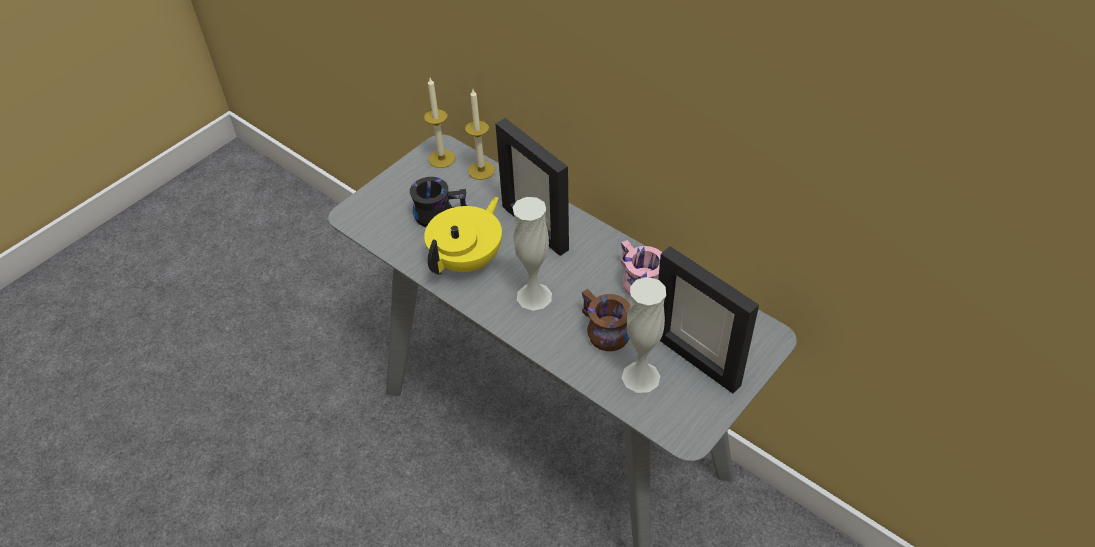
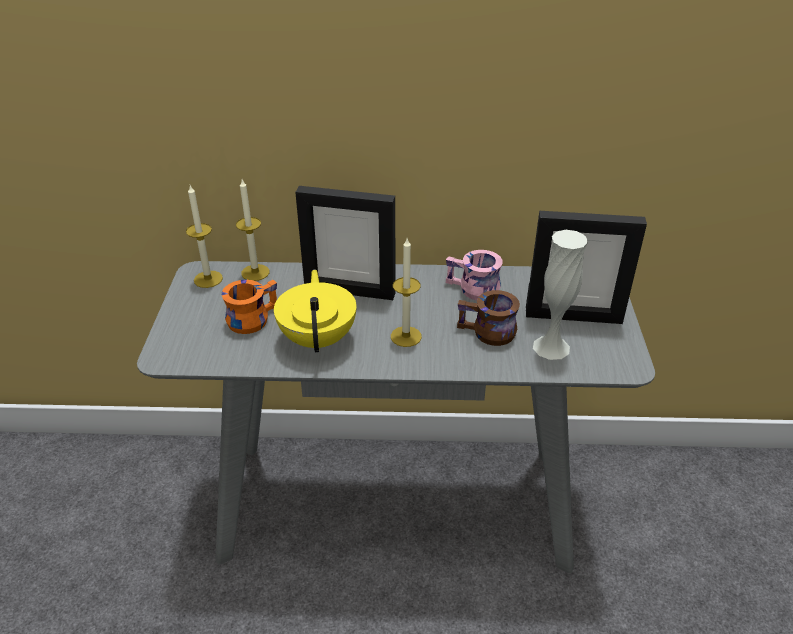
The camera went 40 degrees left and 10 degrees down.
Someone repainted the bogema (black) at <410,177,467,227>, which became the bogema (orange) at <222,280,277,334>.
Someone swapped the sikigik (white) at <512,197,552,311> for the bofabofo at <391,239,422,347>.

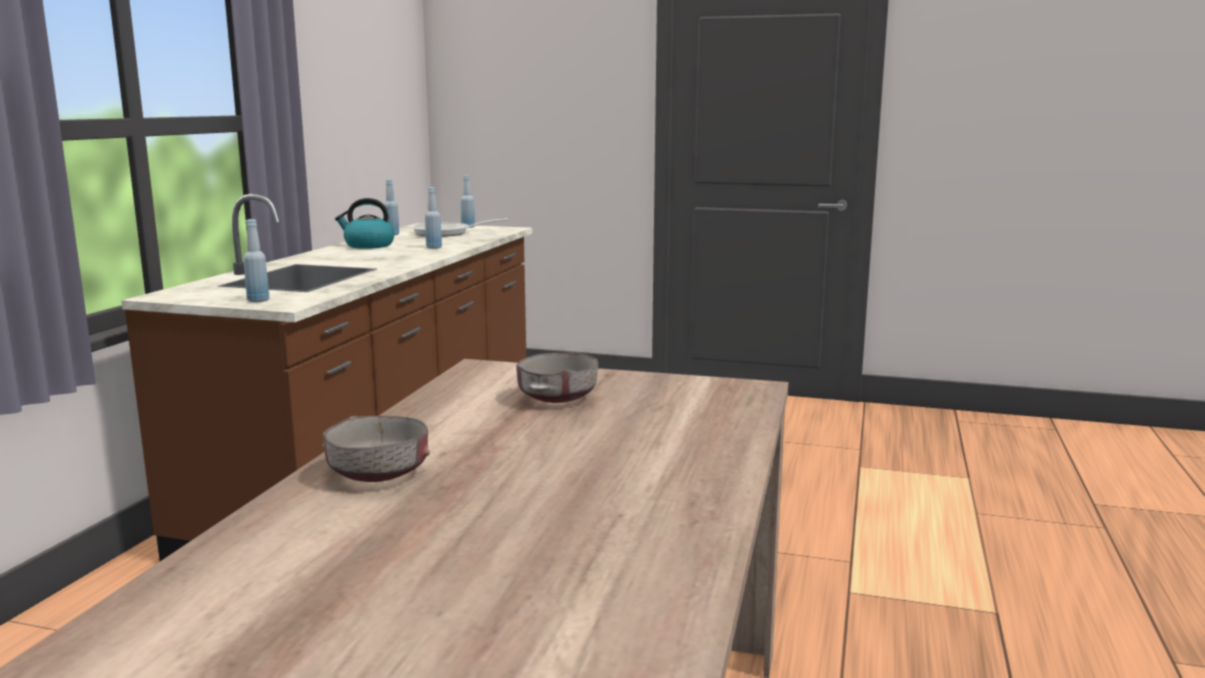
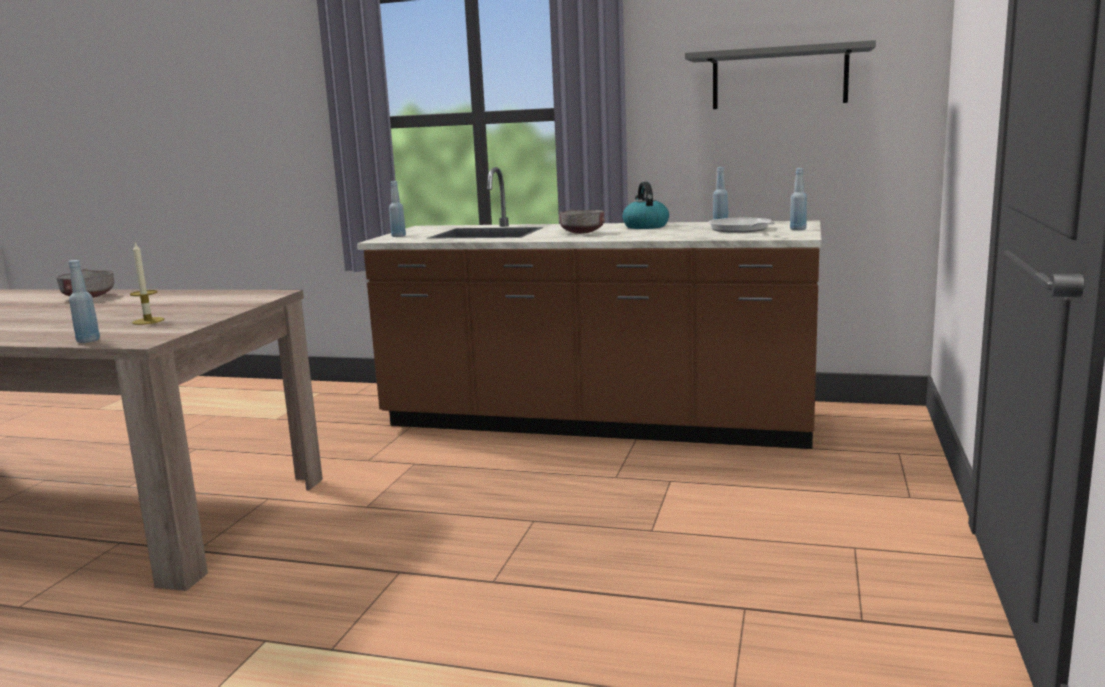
The camera went 90 degrees right and 0 degrees up.
Someone carried the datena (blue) from <425,187,442,249> to <69,260,100,343>.
Someone carried the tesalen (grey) from <516,353,598,403> to <559,210,605,234>.
Someone put down the bofabofo at <130,241,164,325>.
Someone put up the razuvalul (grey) at <685,40,876,109>.

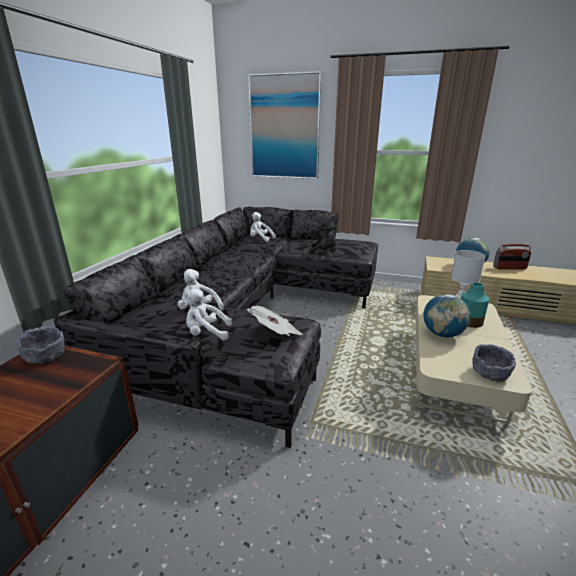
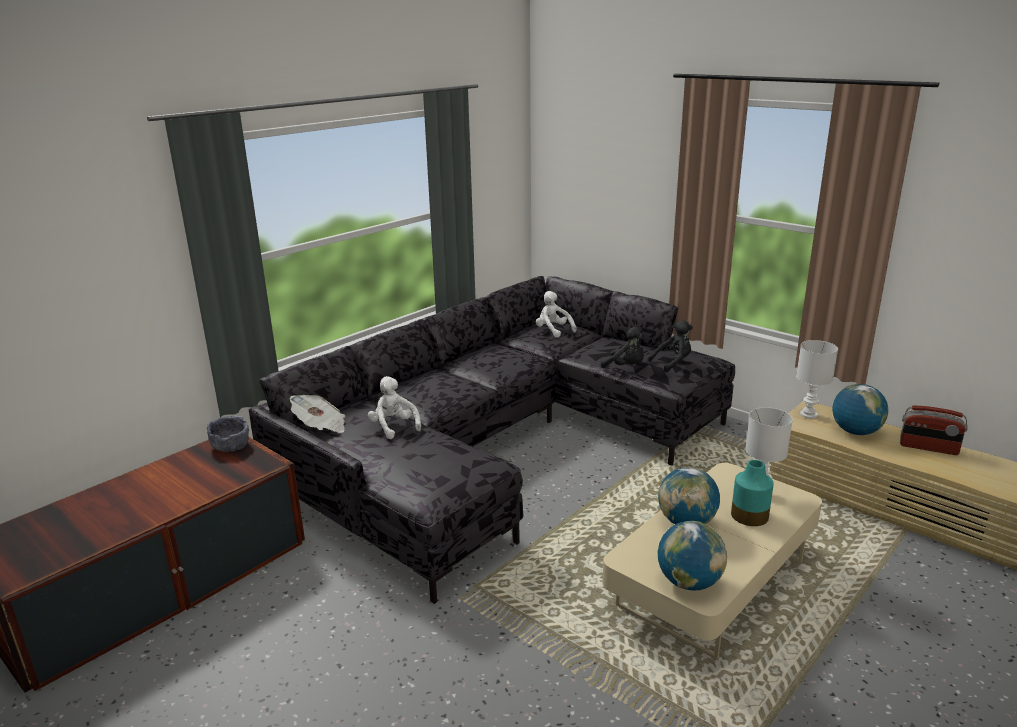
The camera went 25 degrees right and 0 degrees up.
Someone took away the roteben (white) at <185,288,232,340>.
Someone carried the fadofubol from <247,306,302,336> to <289,395,345,433>.
Someone took away the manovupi at <248,71,322,179>.
Someone swapped the tesalen (grey) at <472,344,516,382> for the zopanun at <658,521,727,590>.
Someone put down the roteben (black) at <649,320,693,372>.
Someone put down the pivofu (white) at <796,340,838,419>.

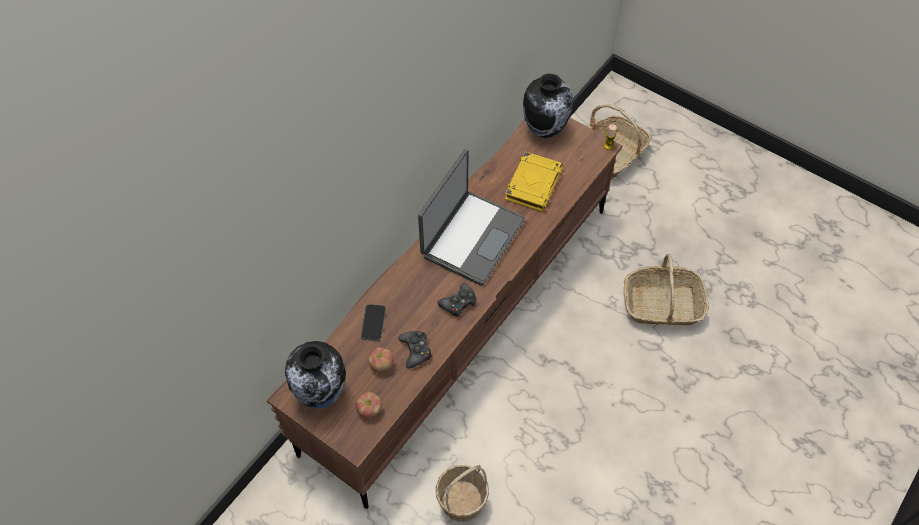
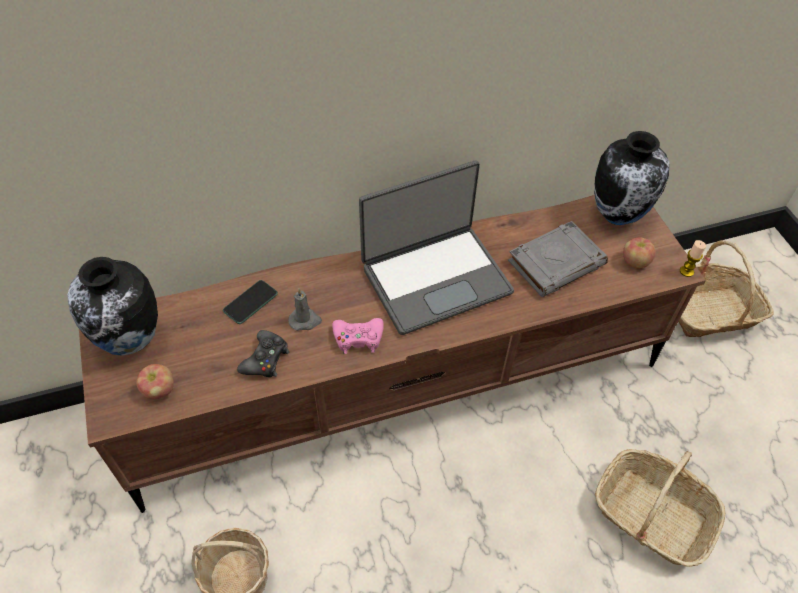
The camera went 35 degrees right and 5 degrees down.
Someone carried the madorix from <368,347,394,372> to <623,237,656,269>.
Someone repainted the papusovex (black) at <437,283,476,318>, which became the papusovex (pink) at <332,318,384,354>.
Someone repainted the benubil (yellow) at <505,151,563,212>, which became the benubil (grey) at <508,221,608,297>.
Someone put down the bofabofo (grey) at <288,288,322,331>.

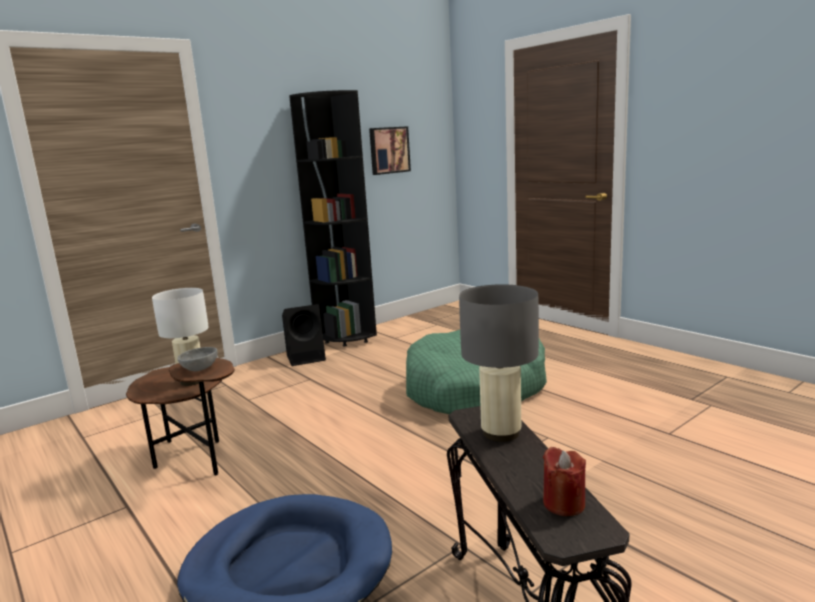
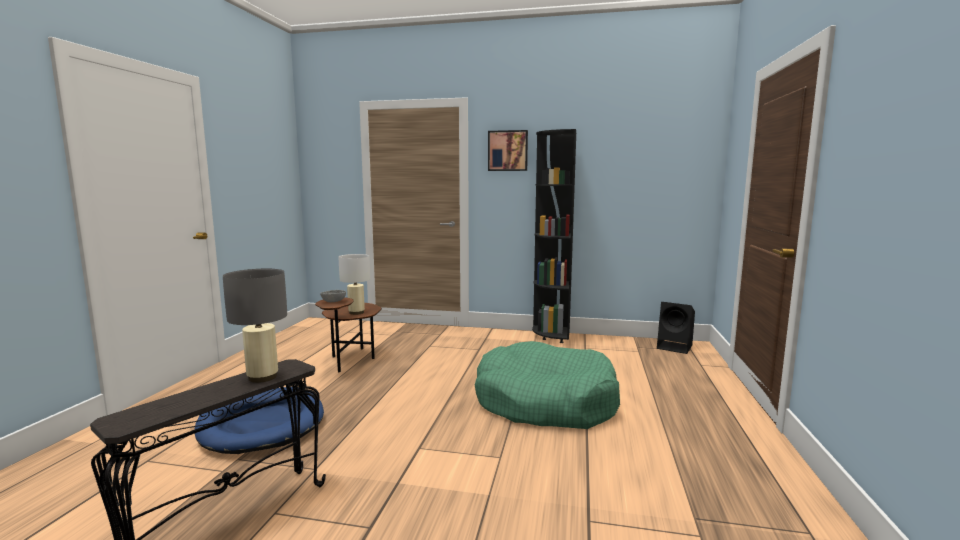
The camera went 50 degrees right and 5 degrees down.
Someone carried the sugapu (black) from <282,304,326,366> to <657,302,695,354>.
Someone carried the manovupi from <369,126,411,175> to <488,130,528,171>.
Someone took away the bofabofo (red) at <543,447,586,516>.

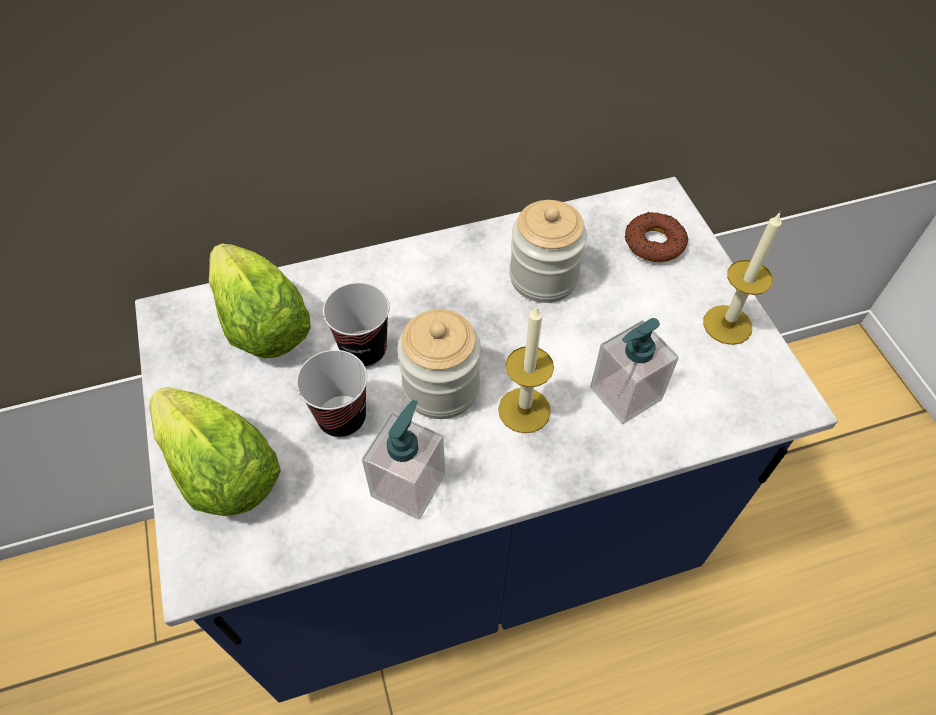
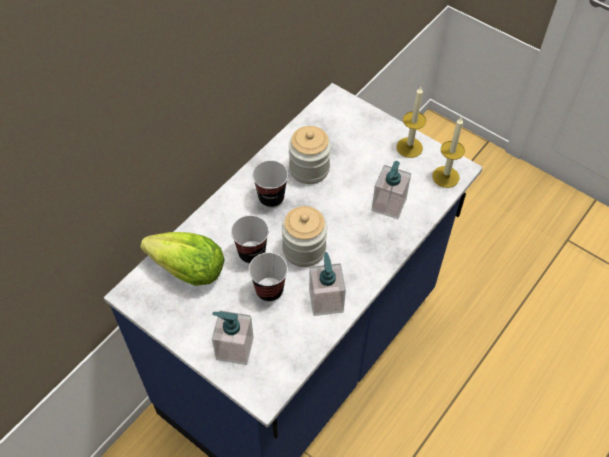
The camera went 35 degrees left and 0 degrees up.
Someone swapped the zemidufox at <149,388,281,516> for the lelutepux at <212,310,254,365>.
Someone carried the bofabofo from <498,305,554,433> to <432,117,465,188>.
Someone took away the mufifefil at <625,212,688,262>.
Someone put down the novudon at <252,160,288,208>.

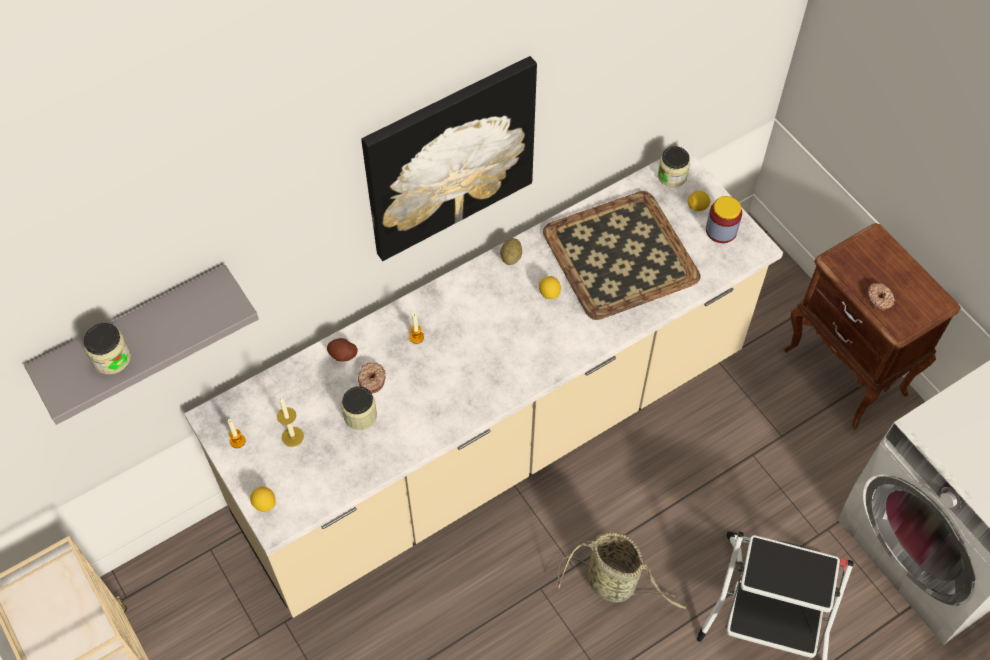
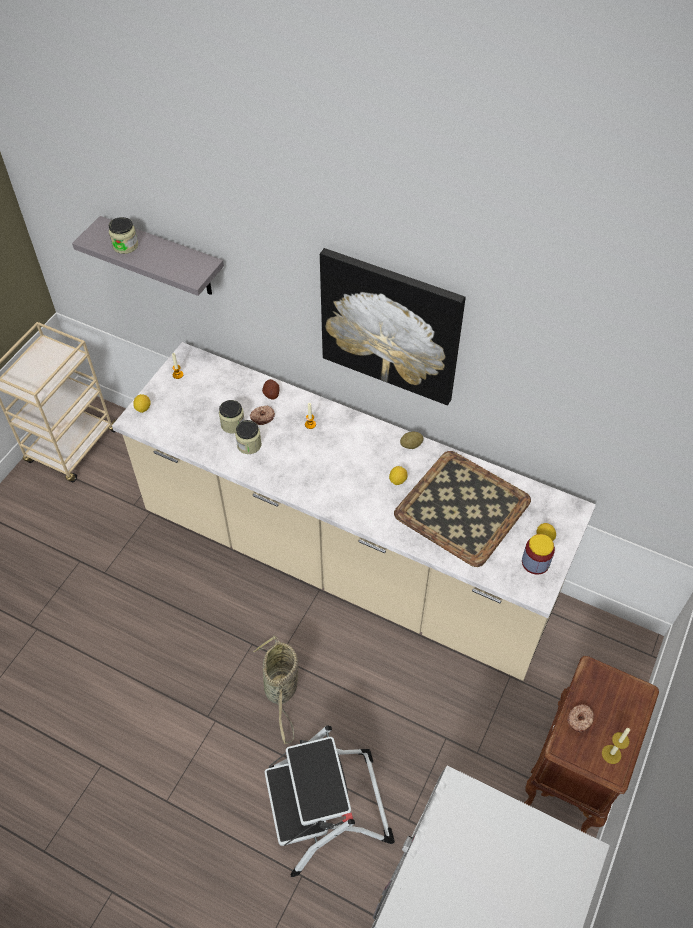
The camera went 60 degrees right and 5 degrees down.
Someone carried the bofabofo from <277,398,304,447> to <602,728,630,764>.
Someone carried the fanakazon from <658,146,690,187> to <235,420,262,454>.

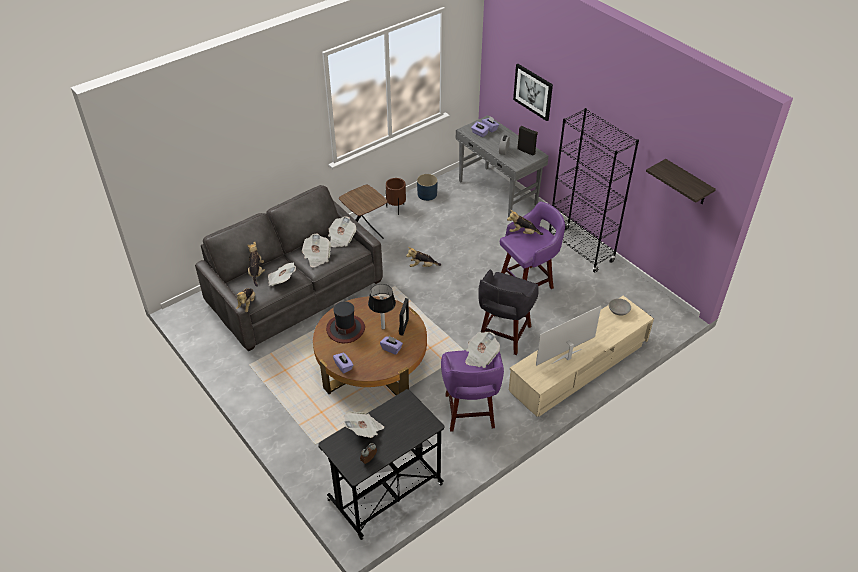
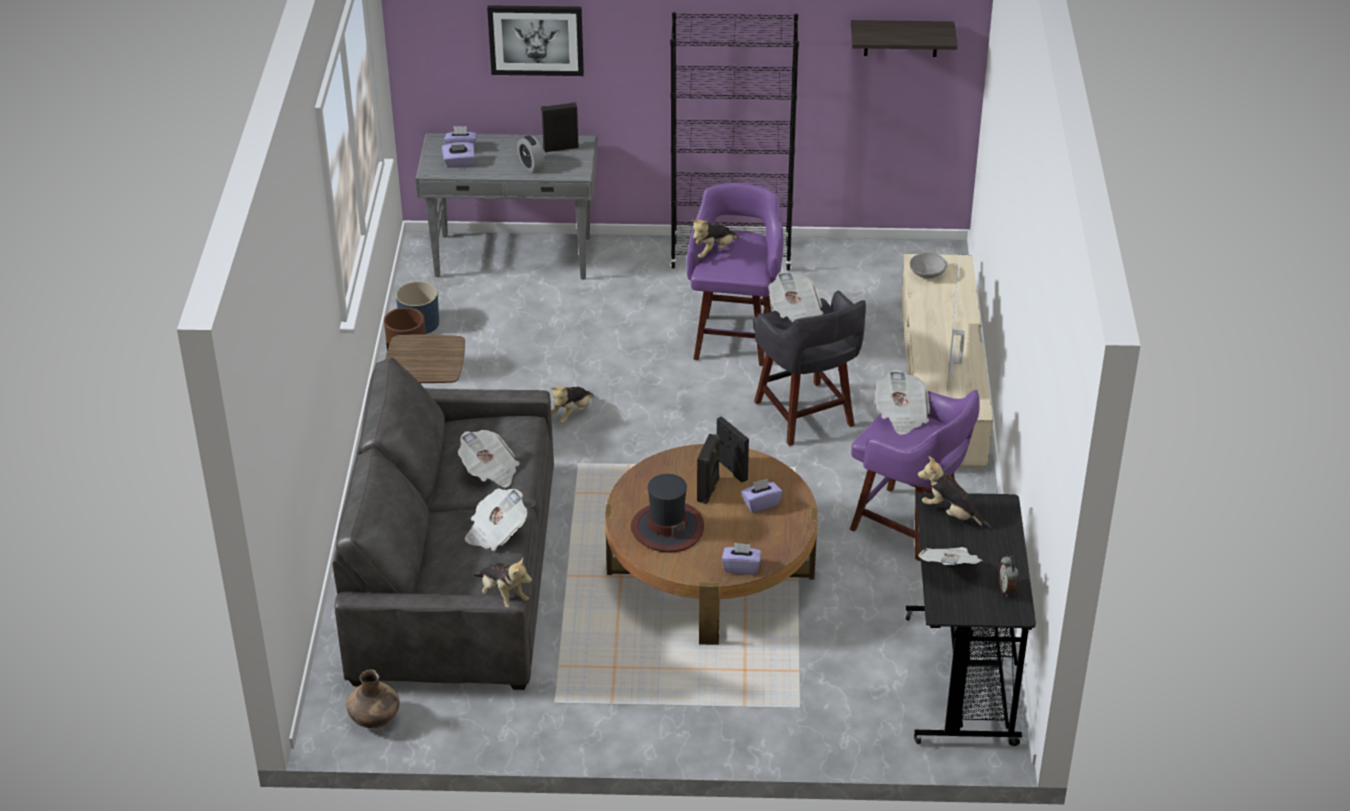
The camera went 50 degrees left and 5 degrees down.
Someone carried the roteben from <247,241,265,287> to <918,456,991,529>.
Someone carried the fadofubol from <328,216,356,247> to <768,271,823,323>.
Someone swapped the pivofu at <368,284,396,329> for the sugapu (black) at <697,434,720,504>.
Someone put down the sikigik (brown) at <346,670,400,728>.

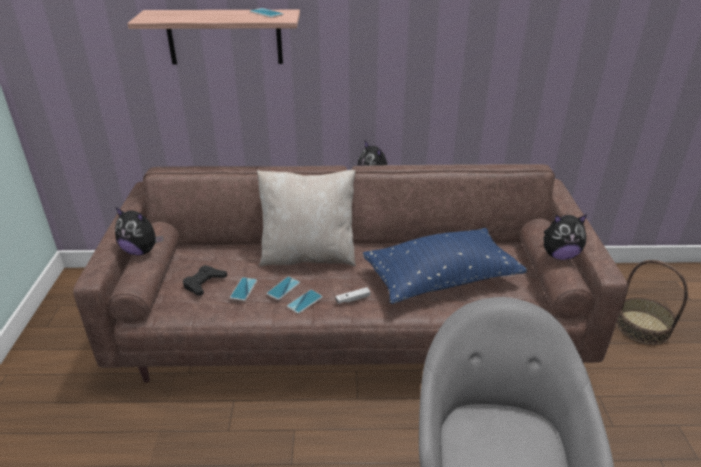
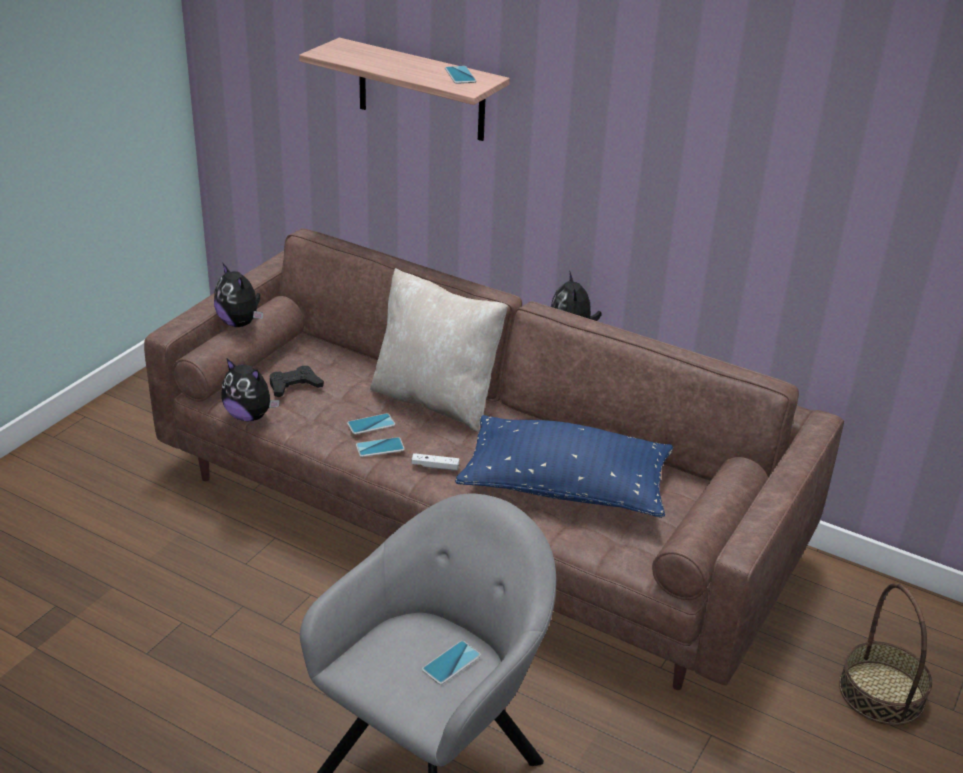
The camera went 30 degrees right and 0 degrees up.
Someone carried the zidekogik from <230,277,257,301> to <422,641,481,685>.
Someone carried the roteben from <544,214,587,260> to <221,359,280,421>.

